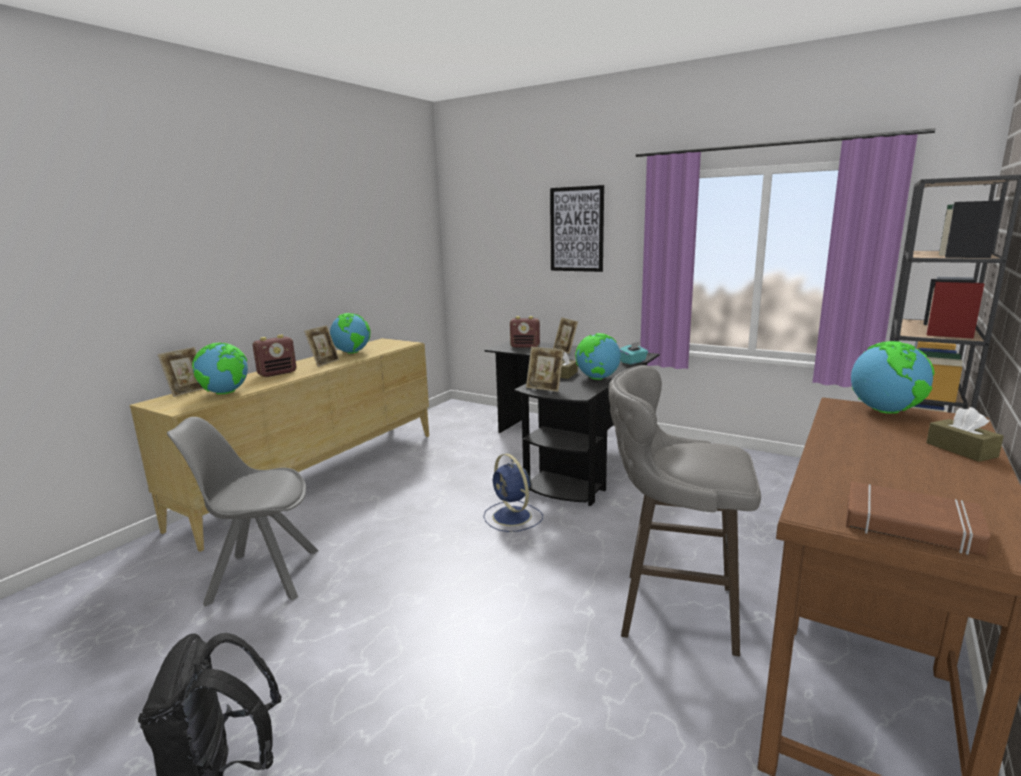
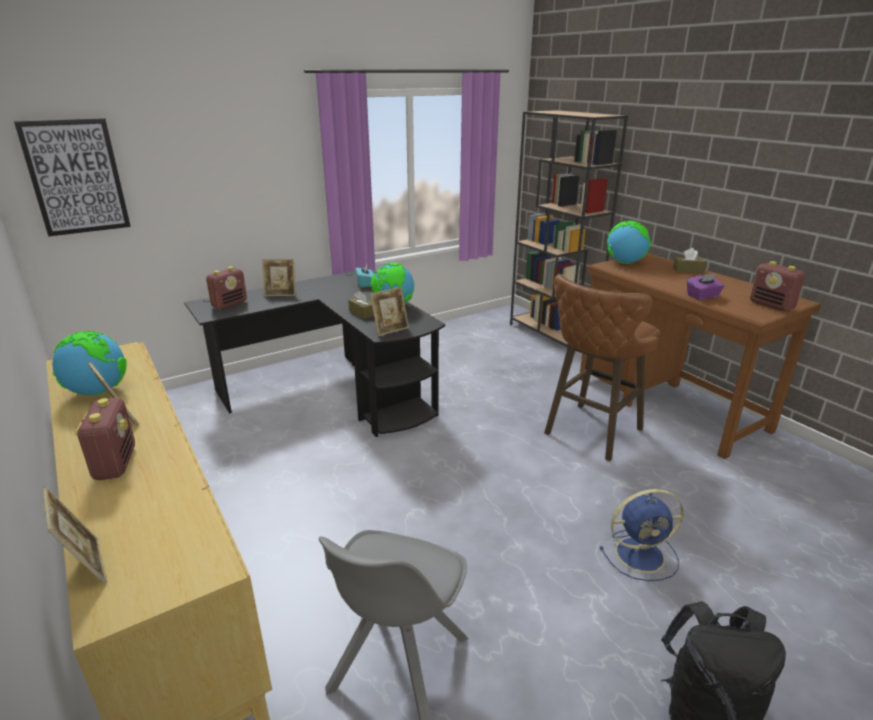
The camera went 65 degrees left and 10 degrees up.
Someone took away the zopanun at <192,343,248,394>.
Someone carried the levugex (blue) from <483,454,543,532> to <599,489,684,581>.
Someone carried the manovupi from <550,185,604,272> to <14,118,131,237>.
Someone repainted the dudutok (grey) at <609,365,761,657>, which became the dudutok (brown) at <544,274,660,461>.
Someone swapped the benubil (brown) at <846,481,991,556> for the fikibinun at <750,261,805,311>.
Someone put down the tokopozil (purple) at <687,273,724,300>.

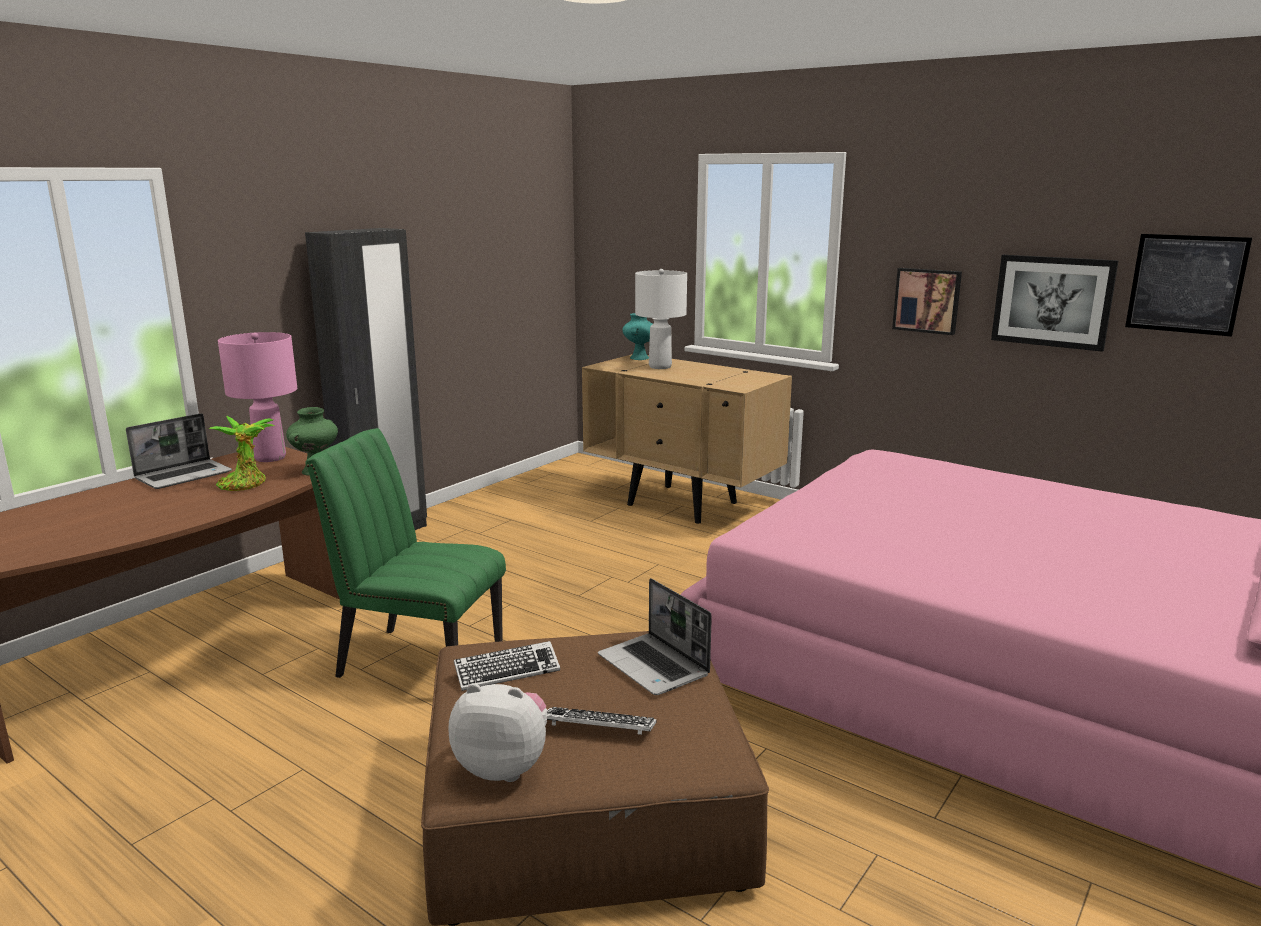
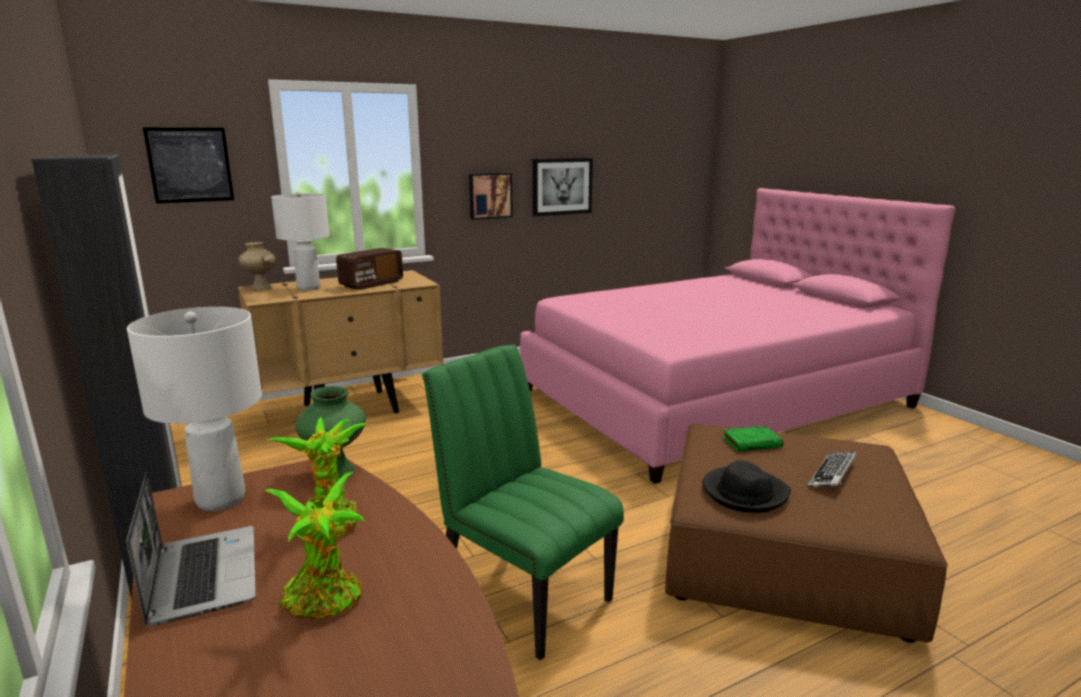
The camera went 65 degrees left and 0 degrees up.
Someone repainted the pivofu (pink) at <218,332,297,462>, which became the pivofu (white) at <127,307,262,511>.
Someone rotated the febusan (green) at <305,428,506,678> by 90 degrees clockwise.
Someone took away the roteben at <448,683,548,782>.
Someone swapped the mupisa at <454,641,560,691> for the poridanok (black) at <703,460,791,513>.
Someone swapped the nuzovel at <598,578,712,695> for the benubil (green) at <722,426,783,451>.
Someone repainted the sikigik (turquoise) at <622,313,652,360>, which became the sikigik (beige) at <238,242,276,290>.
Someone carried the manovupi from <1125,234,1252,337> to <143,128,234,203>.
Someone put down the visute at <264,472,365,619>.
Someone put down the fikibinun at <336,248,403,290>.

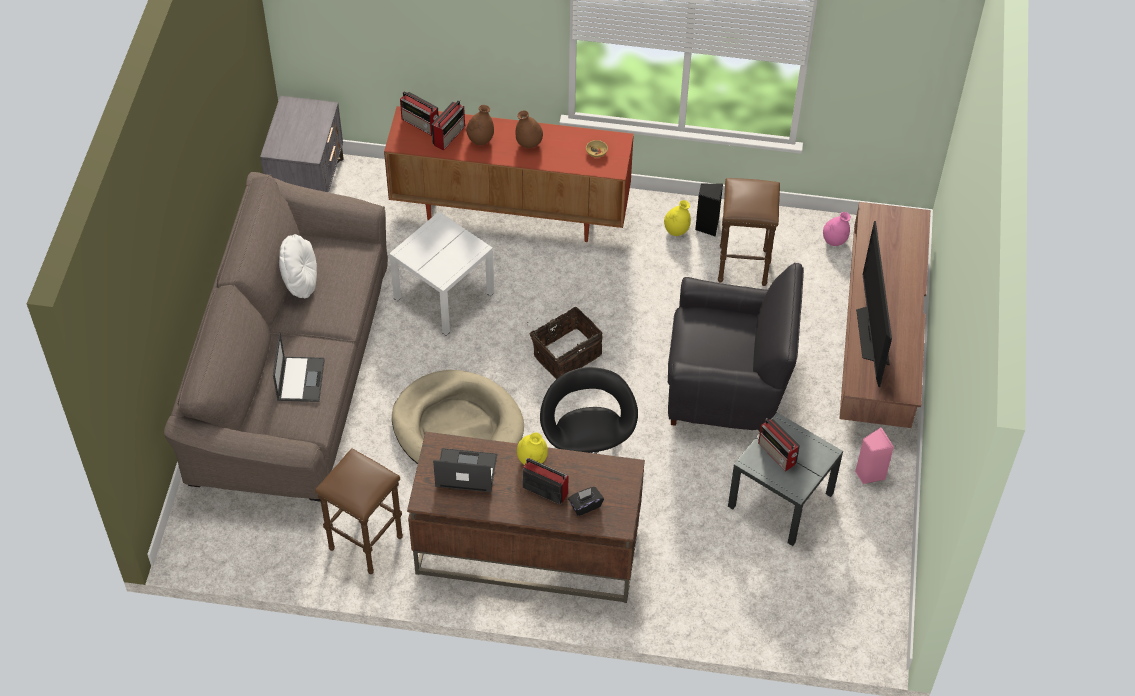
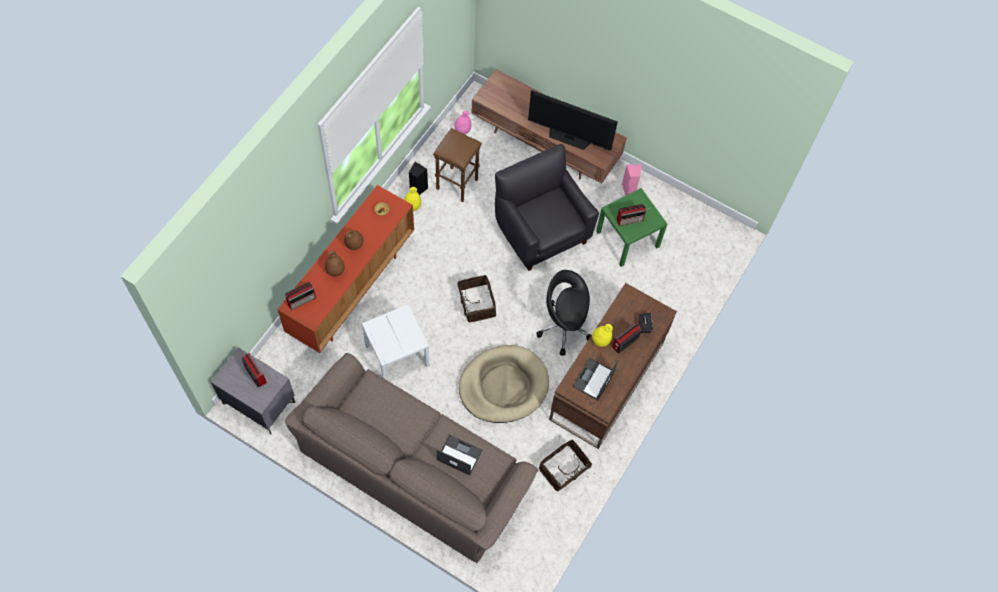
The camera went 70 degrees left and 10 degrees up.
Someone took away the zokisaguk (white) at <279,234,317,298>.
Someone swapped the dudutok (brown) at <315,448,403,574> for the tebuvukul at <539,440,592,491>.
Someone carried the fikibinun from <431,100,465,151> to <241,353,267,387>.
Someone rotated the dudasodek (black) at <668,263,804,432> by 60 degrees counterclockwise.
Someone repainted the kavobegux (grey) at <728,413,843,546>, which became the kavobegux (green) at <596,188,667,267>.

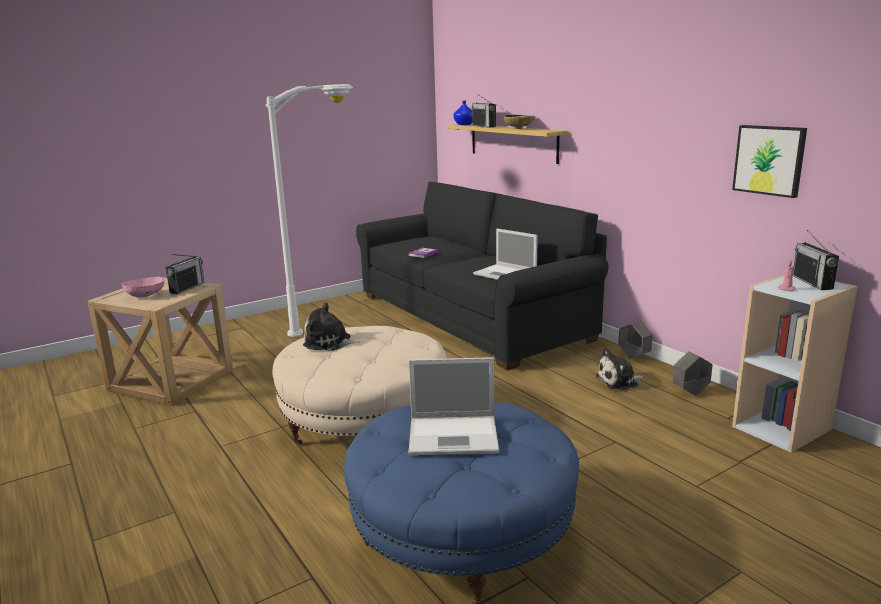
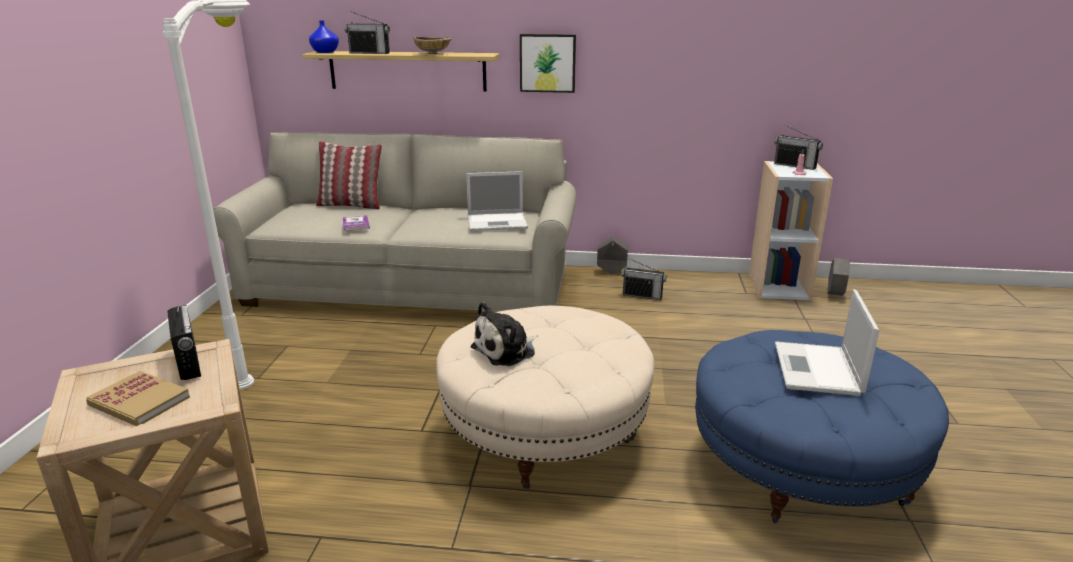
The camera went 50 degrees left and 5 degrees up.
Someone swapped the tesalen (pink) at <122,277,164,297> for the benubil at <86,371,190,426>.
Someone repainted the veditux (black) at <356,181,608,370>, which became the veditux (beige) at <213,132,576,311>.
Someone rotated the nuzovel at <408,357,499,455> by 150 degrees clockwise.
Someone swapped the roteben at <596,347,644,390> for the fikibinun at <621,258,667,300>.
Someone carried the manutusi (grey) from <673,351,713,396> to <828,258,850,296>.
Someone carried the manovupi from <732,125,807,198> to <520,34,576,93>.
Someone put down the zokisaguk at <316,141,382,209>.

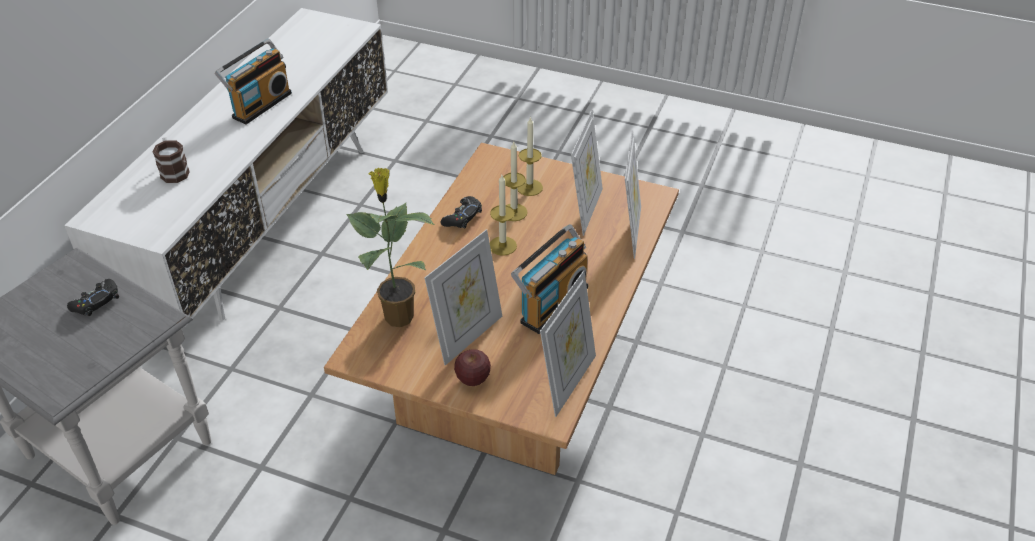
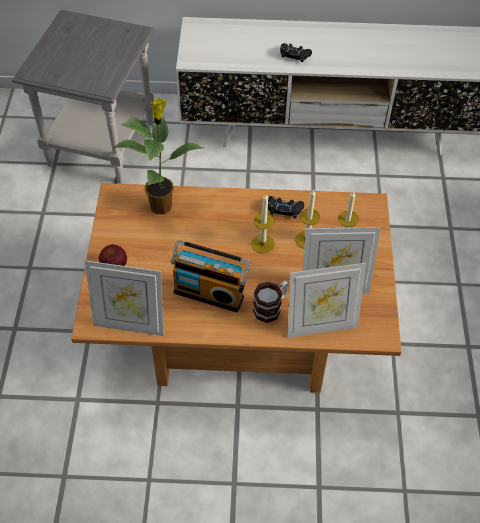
The camera went 70 degrees right and 10 degrees up.
Someone carried the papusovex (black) from <67,279,119,316> to <280,43,312,62>.
Someone carried the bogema from <153,137,190,183> to <253,281,288,323>.
Someone took away the fikibinun at <215,39,292,125>.
Someone took away the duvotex at <424,229,502,366>.

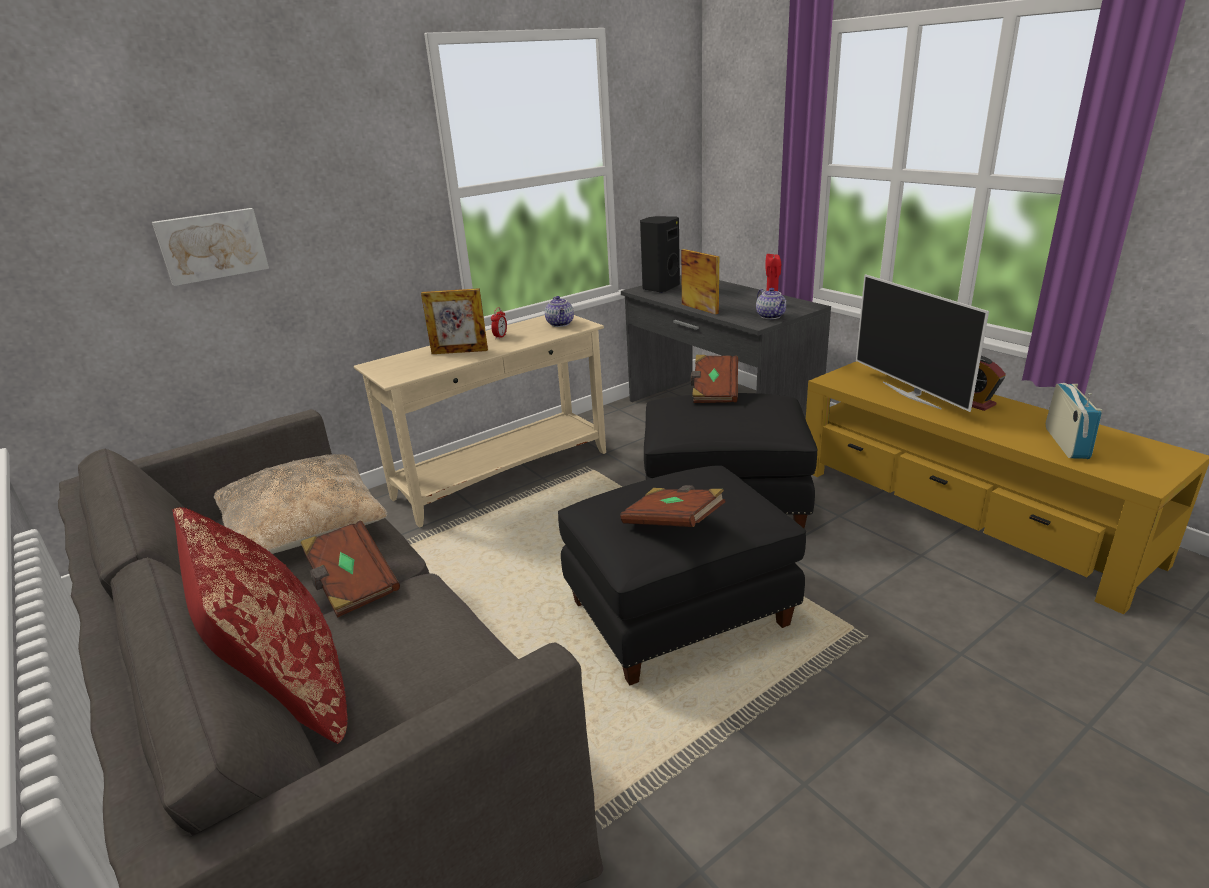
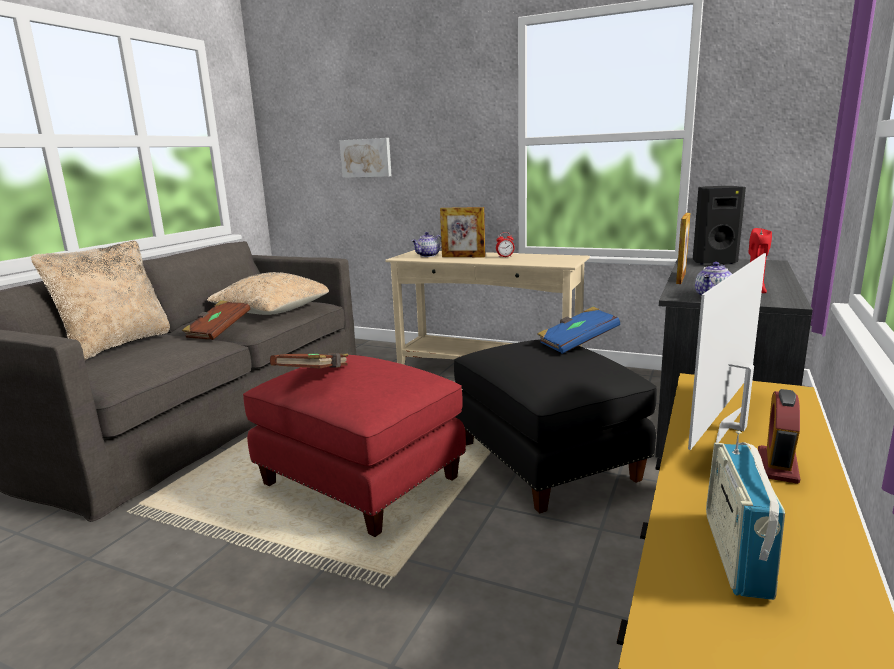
The camera went 60 degrees right and 10 degrees down.
Someone repainted the zokisaguk (red) at <172,507,348,744>, which became the zokisaguk (beige) at <31,240,170,360>.
Someone rotated the duvotex at <421,288,488,354> by 45 degrees counterclockwise.
Someone carried the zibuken from <545,296,574,327> to <411,232,442,257>.
Someone repainted the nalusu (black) at <558,465,806,686>, which became the nalusu (red) at <243,355,466,537>.
Someone repainted the benubil (brown) at <691,355,738,403>, which became the benubil (blue) at <537,307,620,354>.
Someone rotated the fikibinun at <1046,383,1102,459> by 120 degrees clockwise.

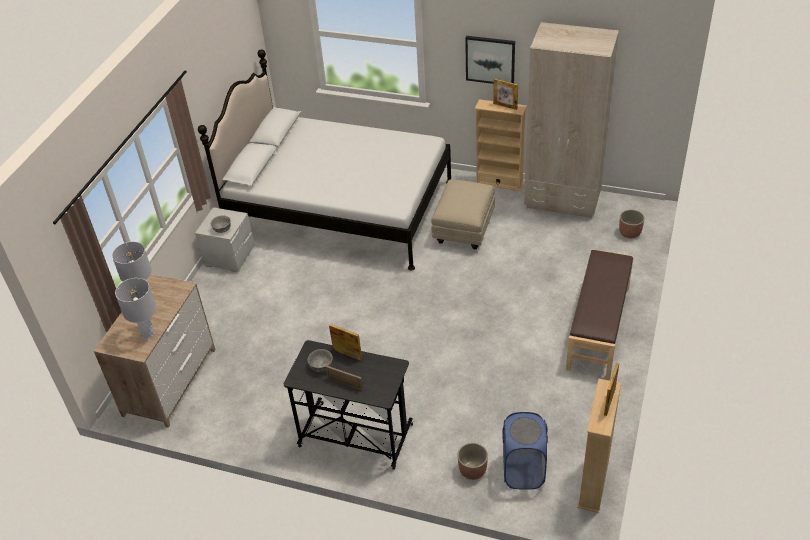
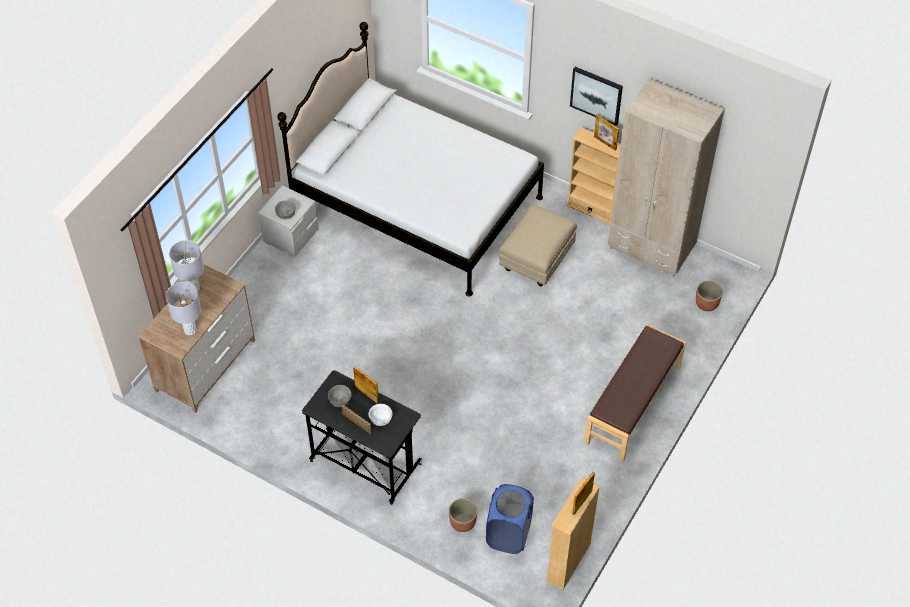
The camera went 10 degrees right and 10 degrees up.
Someone put down the tesalen (white) at <369,404,392,426>.

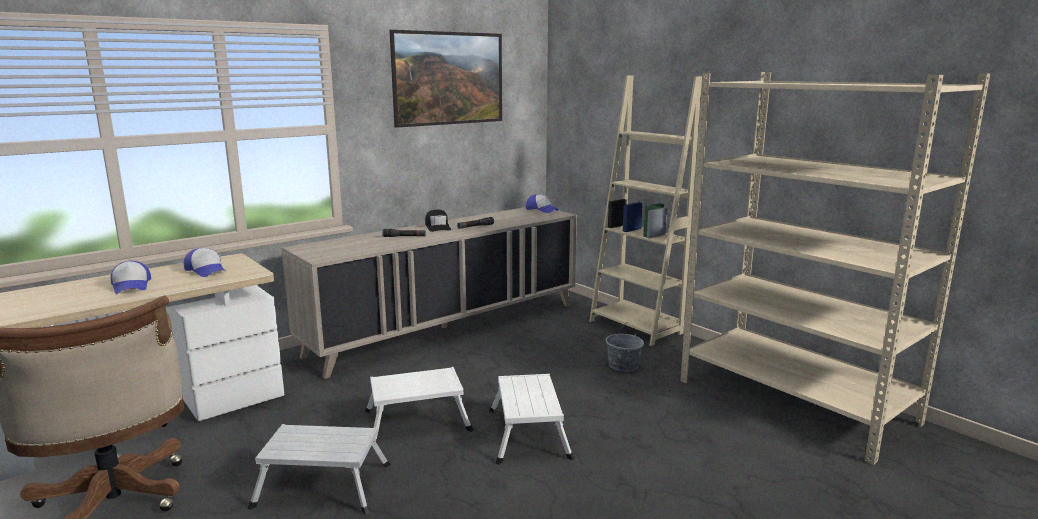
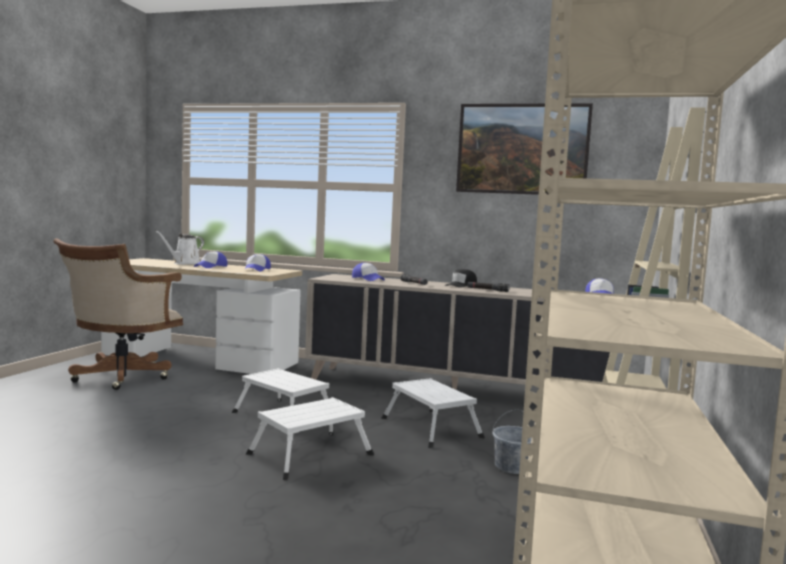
The camera went 55 degrees right and 10 degrees down.
Someone carried the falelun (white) from <248,424,391,515> to <381,378,485,448>.
Someone put down the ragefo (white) at <155,231,204,265>.
Someone put down the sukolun at <352,263,385,281>.

